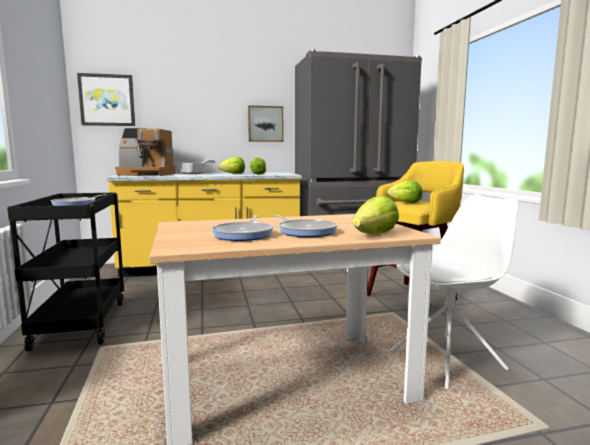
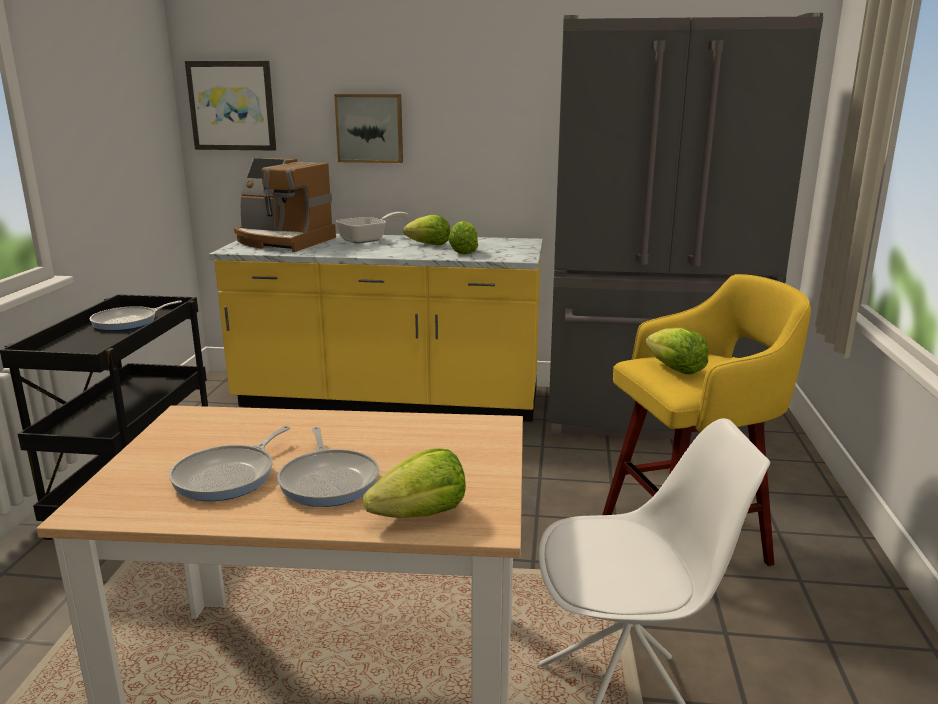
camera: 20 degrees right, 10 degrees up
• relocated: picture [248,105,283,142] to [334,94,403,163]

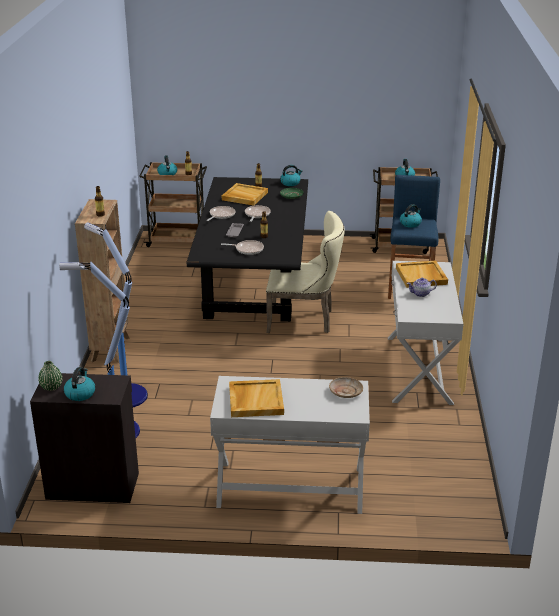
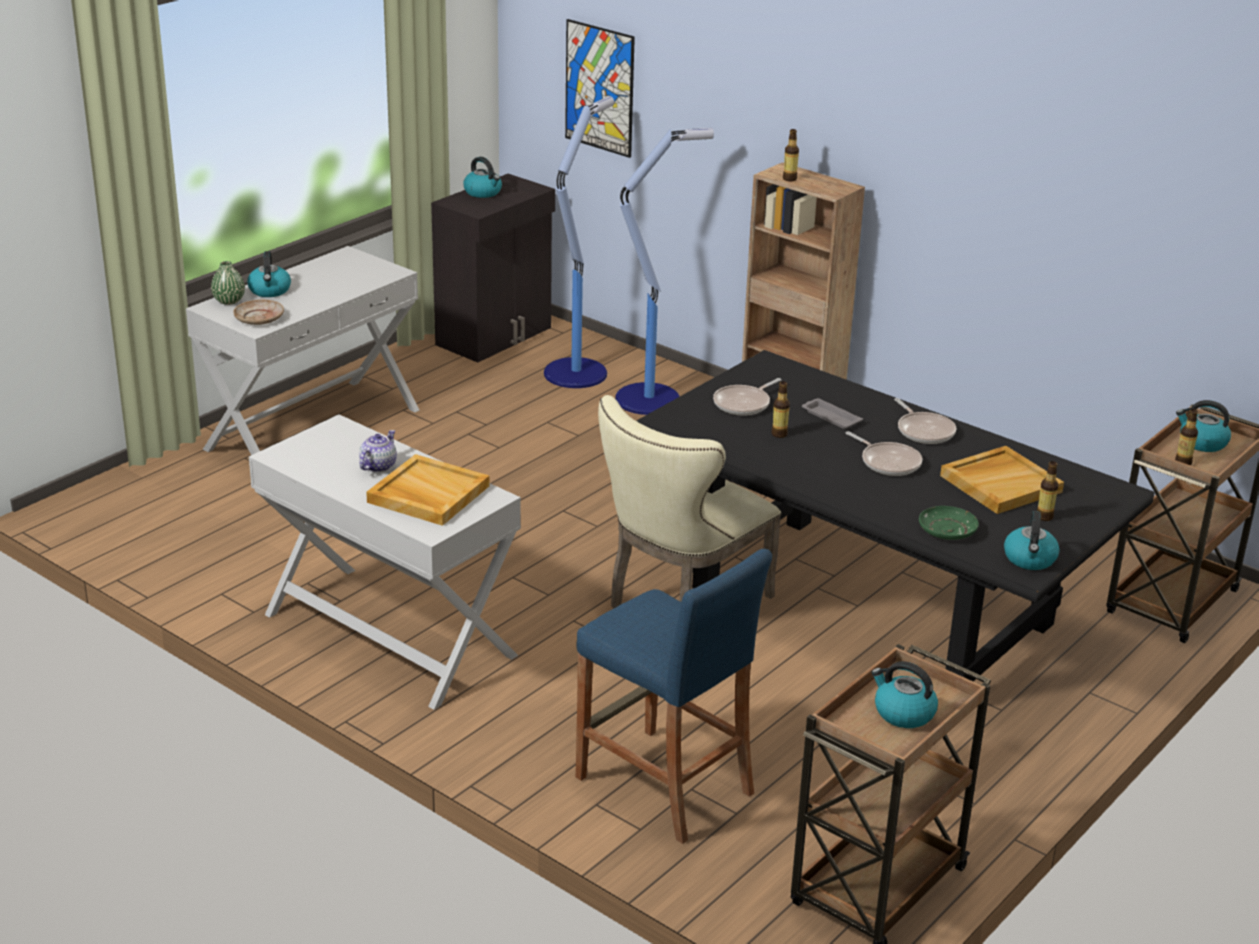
camera: 125 degrees right, 0 degrees up
• relocated: green vase [38,361,62,391] to [211,261,245,305]
• relocated: kettle [400,204,422,228] to [247,251,291,297]
• appeared: picture [565,19,635,158]
• missing: beige tray [229,379,284,417]

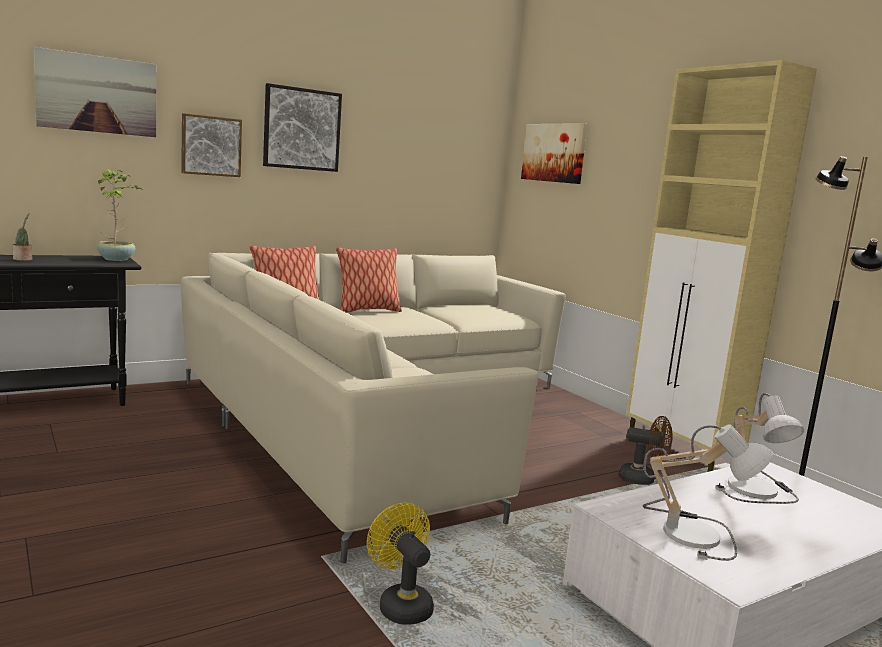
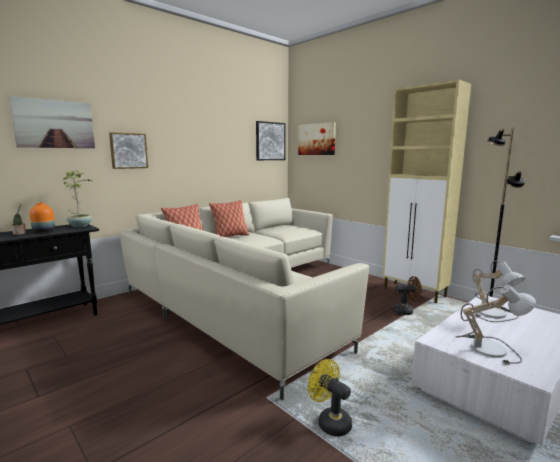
camera: 10 degrees left, 0 degrees up
• appeared: orange vase [30,203,55,232]
• relocated: picture [263,83,342,172] to [256,121,286,160]

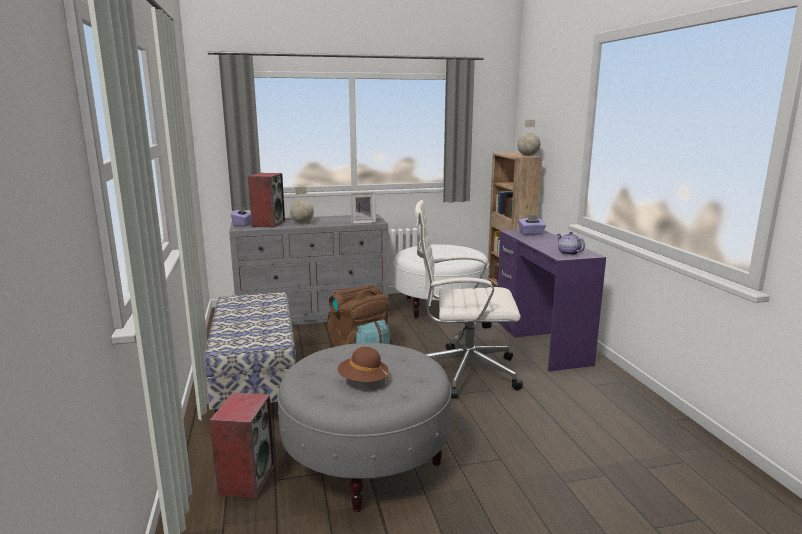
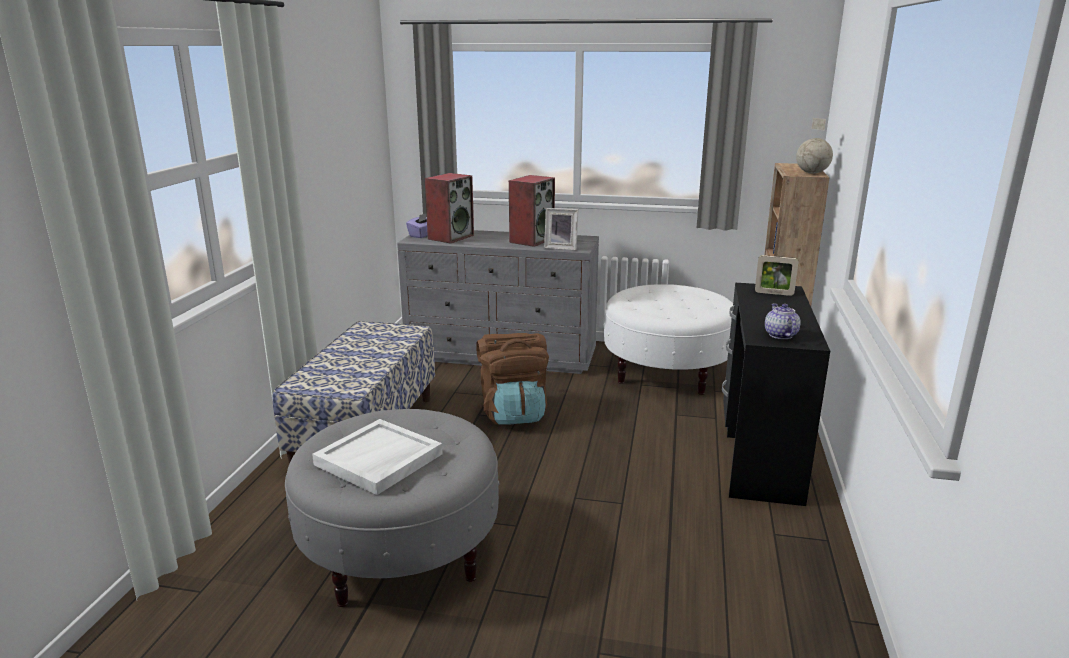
camera: 25 degrees right, 5 degrees up
• exchanged: brown hat [338,347,388,385] to white tray [312,419,443,495]
• relocated: speaker [210,392,275,499] to [509,175,555,247]
• colour: purple desk [497,230,606,371] to black desk [722,283,830,506]
• exchanged: purple tissue box [518,215,546,235] to picture frame [755,255,798,296]
• missing: globe [290,186,314,223]
• missing: white office chair [415,200,523,399]

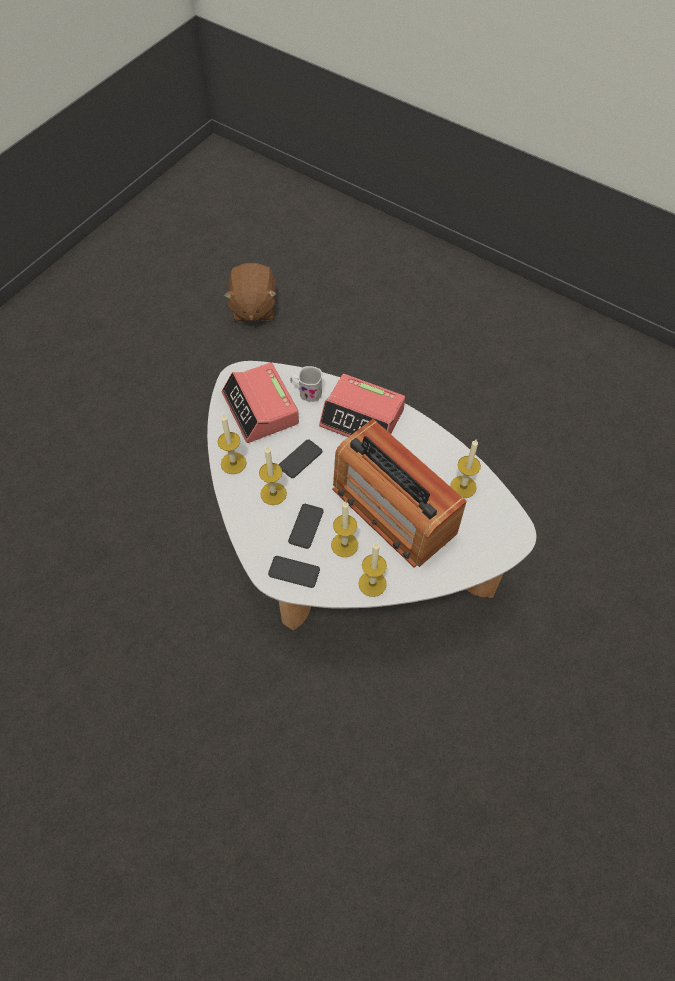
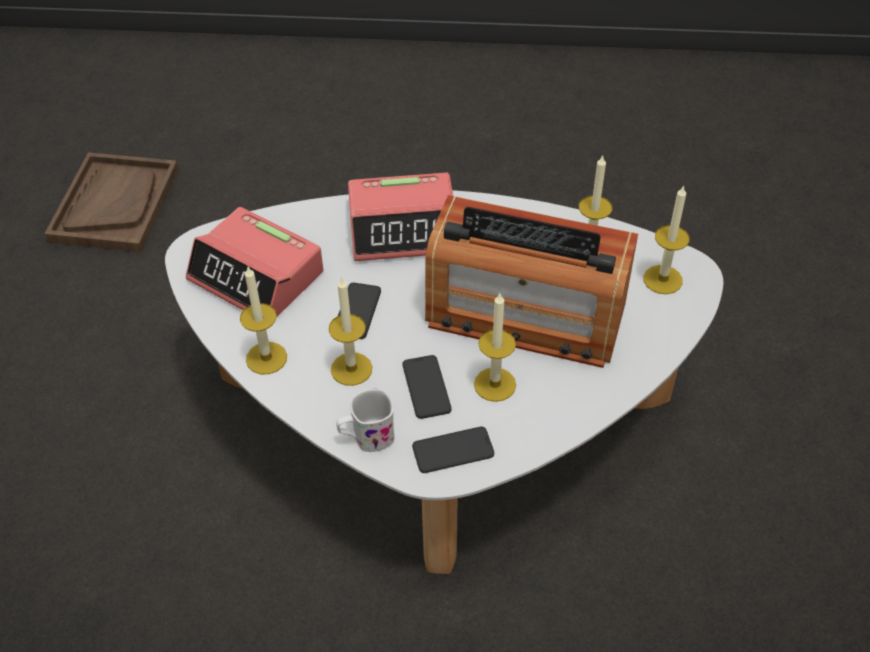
camera: 30 degrees left, 10 degrees down
• exchanged: brown plush toy [224,263,276,322] to brown tray [45,152,179,252]
• relocated: white mug [290,366,322,402] to [336,388,394,452]
• relocated: candle [359,543,387,597] to [644,185,690,294]

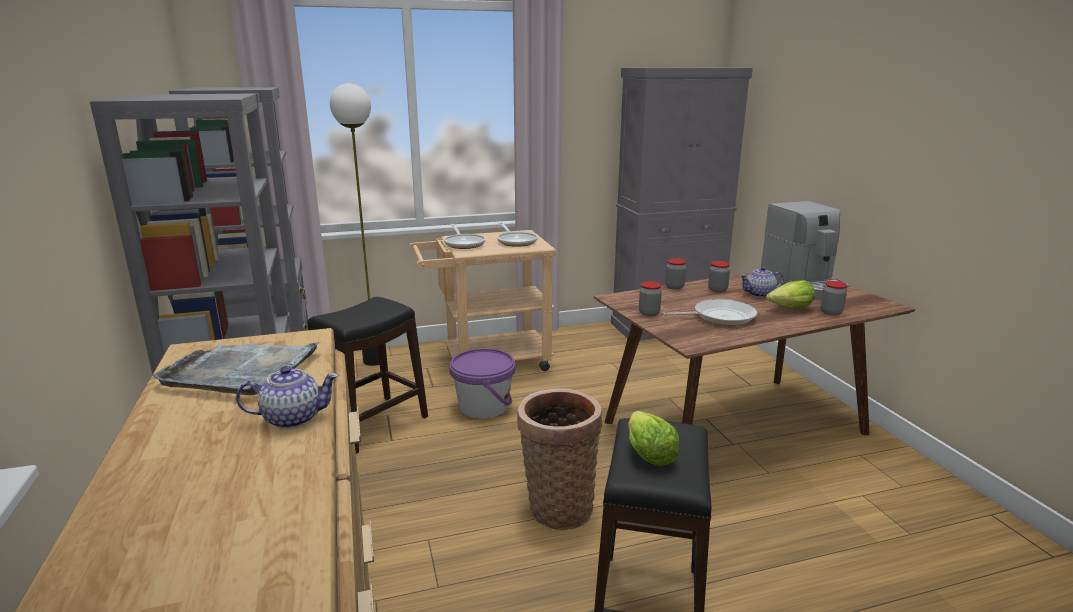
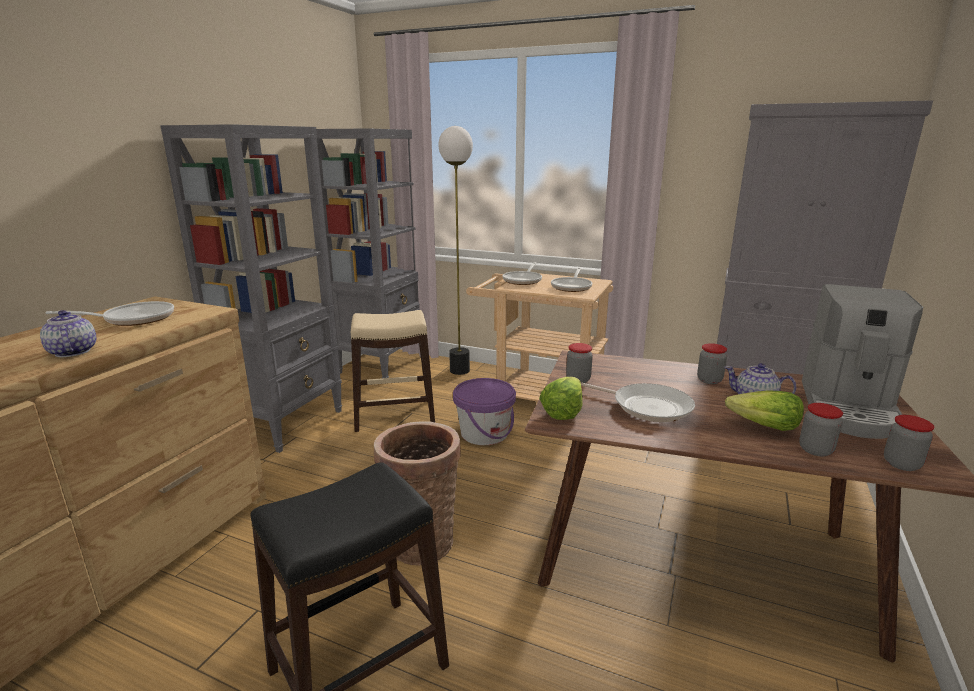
camera: 40 degrees right, 0 degrees up
• spun: teapot [236,366,339,429] = [40,310,97,357] 150 degrees counterclockwise
• exchanged: grey tray [152,342,321,395] to frying pan [46,301,174,326]
• colour: black stool [307,297,428,454] to beige stool [351,310,435,432]
• relocated: lettuce [628,411,679,466] to [539,377,583,420]
• relocated: jar [665,258,686,290] to [884,415,934,471]

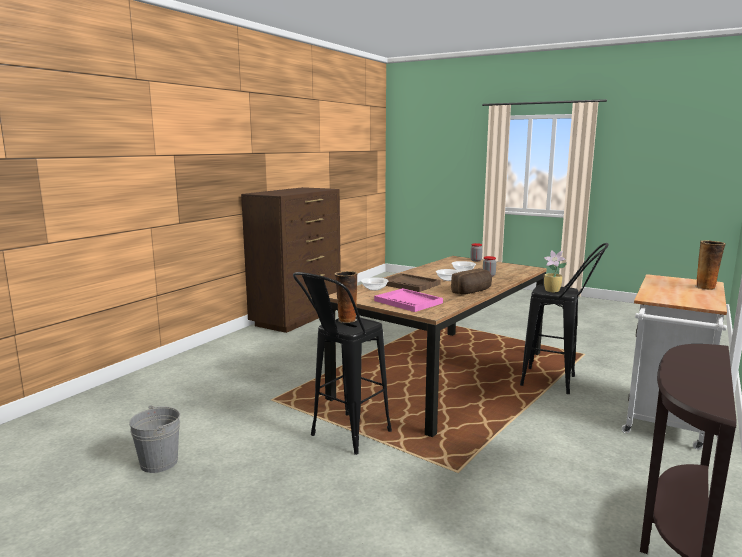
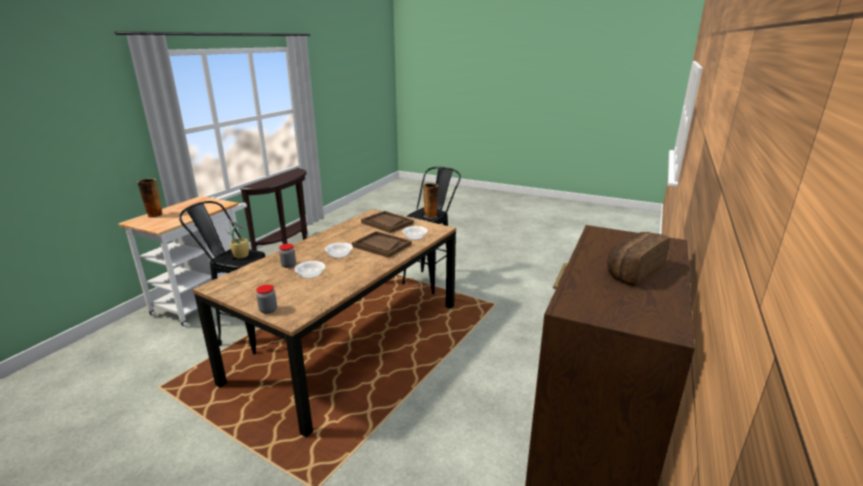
camera: 175 degrees right, 10 degrees up
• colour: pink tray [374,288,443,312] to brown tray [361,211,414,233]
• relocated: bread [451,268,492,295] to [607,232,670,286]
• missing: grey bucket [129,405,180,473]

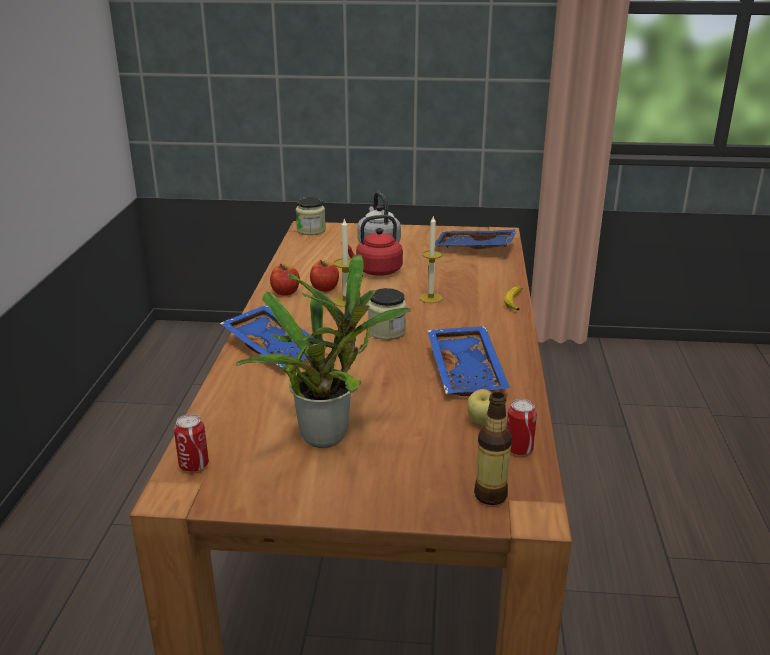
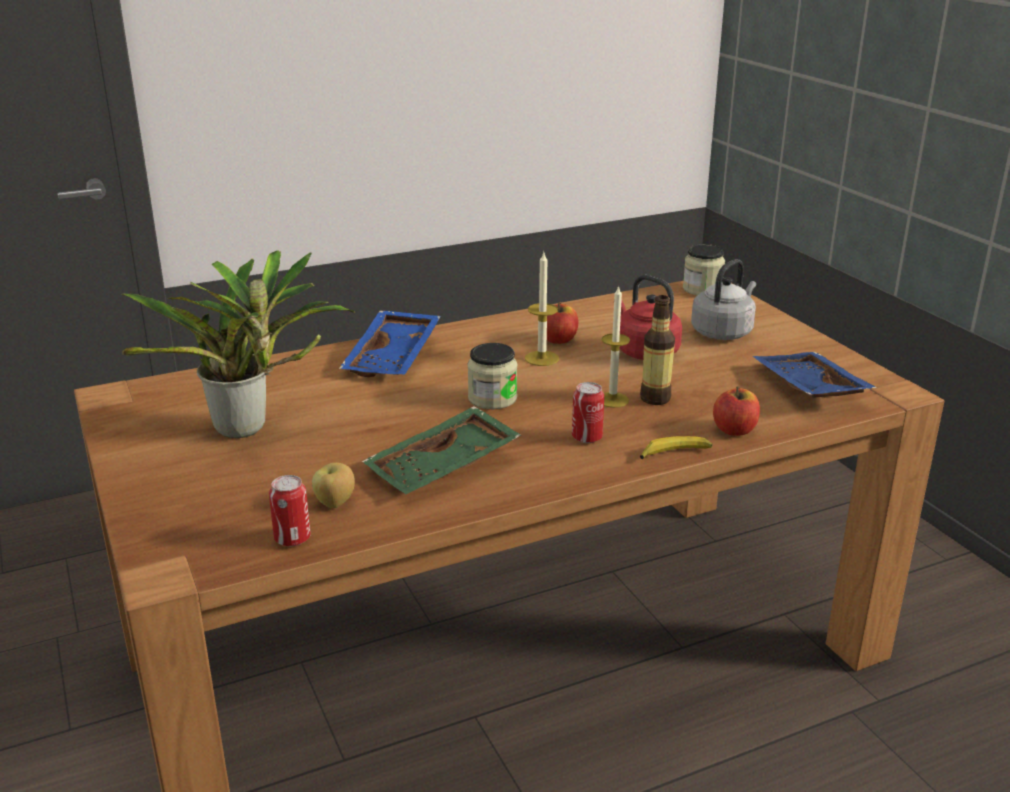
camera: 60 degrees right, 0 degrees up
• colour: blue tray [427,326,510,396] to green tray [362,406,521,494]
• relocated: can [174,414,209,472] to [572,382,604,443]
• relocated: bottle [474,392,512,505] to [640,295,675,405]
• relocated: apple [270,264,300,296] to [713,386,760,436]

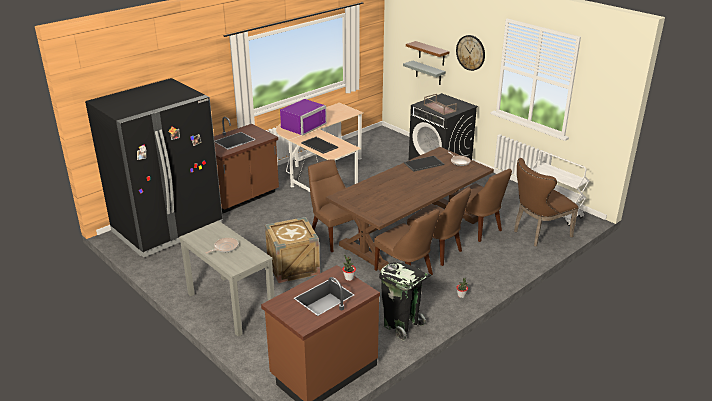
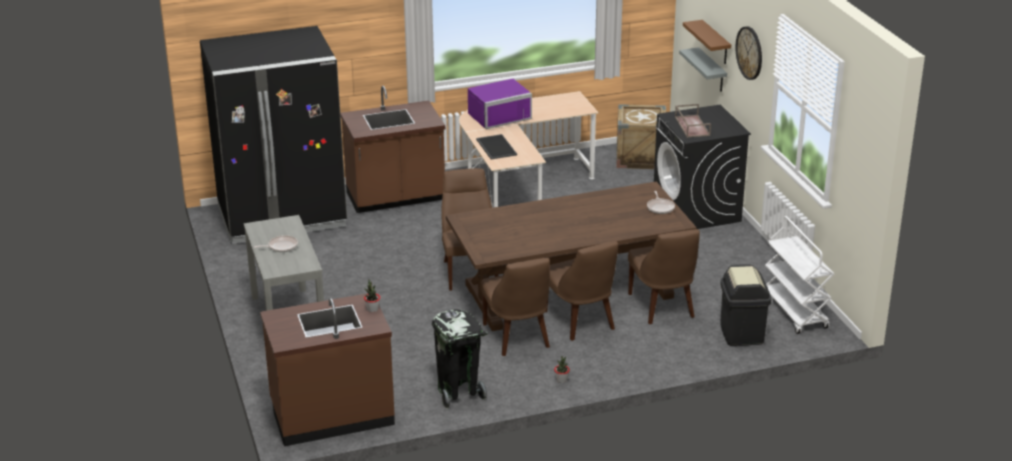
camera: 25 degrees right, 0 degrees up
• relocated: crate [265,217,320,283] to [616,104,666,169]
• exchanged: brown chair [514,158,579,247] to black trash can [720,265,771,346]
• missing: tray [404,156,444,172]

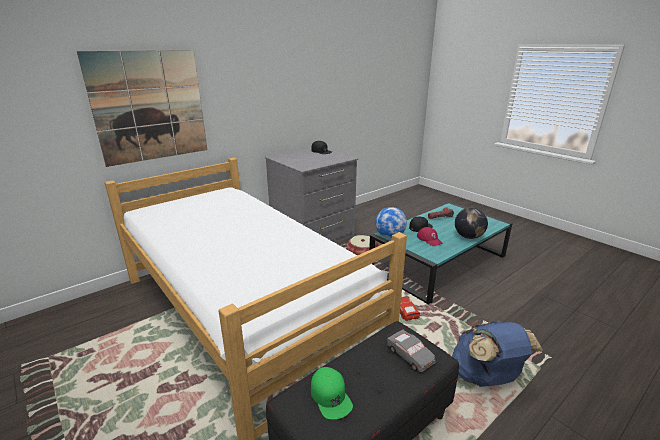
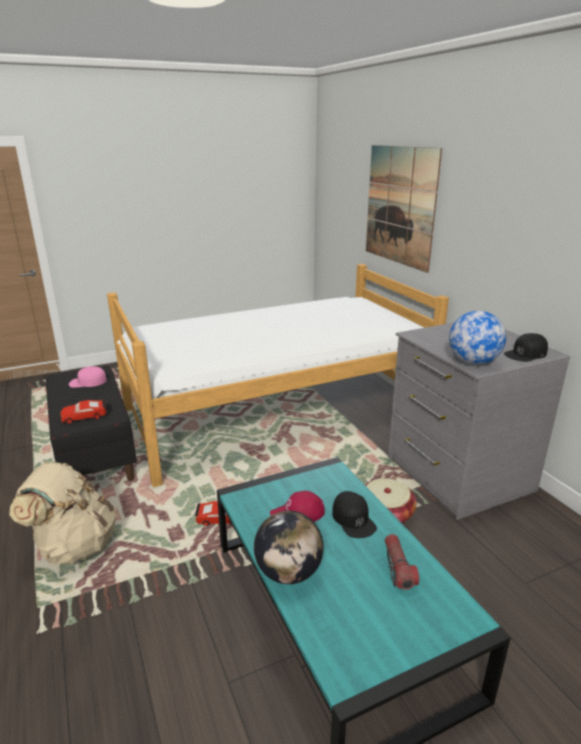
camera: 105 degrees right, 0 degrees up
• colour: blue backpack [452,321,543,387] to beige backpack [9,462,116,564]
• colour: grey toy car [387,328,436,372] to red toy car [60,399,107,424]
• colour: green cap [311,367,353,420] to pink cap [69,366,107,388]
• relocated: globe [375,207,407,238] to [449,311,506,365]

